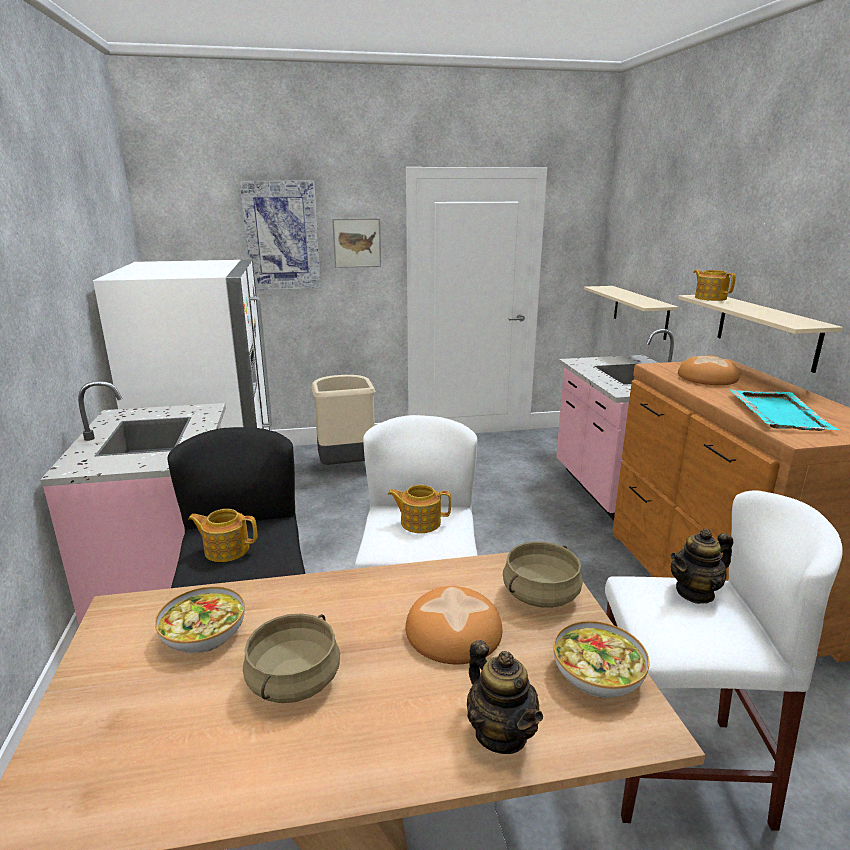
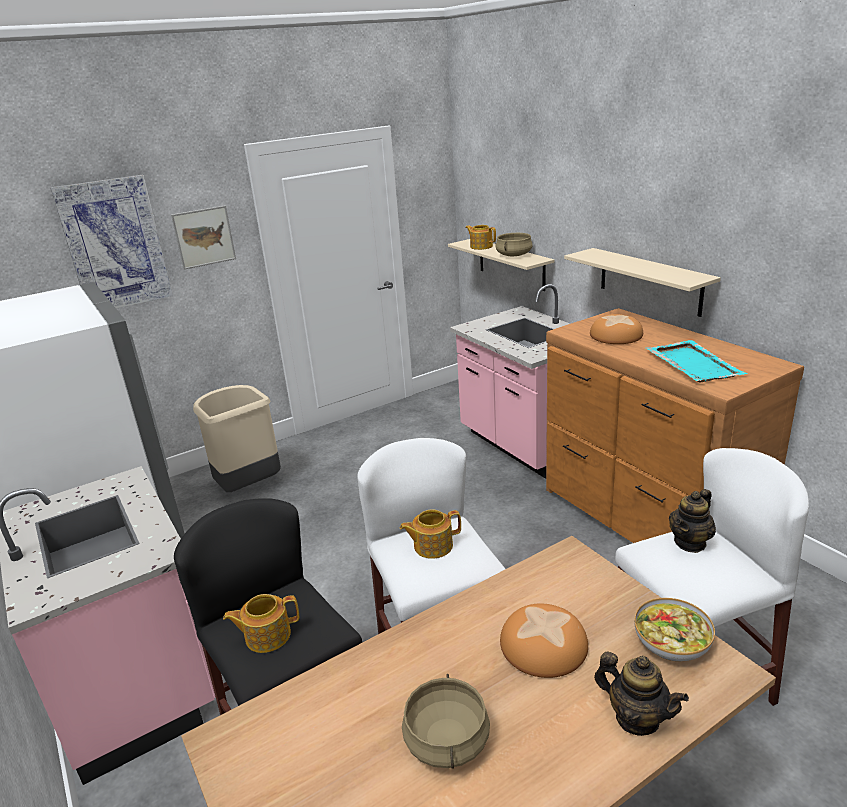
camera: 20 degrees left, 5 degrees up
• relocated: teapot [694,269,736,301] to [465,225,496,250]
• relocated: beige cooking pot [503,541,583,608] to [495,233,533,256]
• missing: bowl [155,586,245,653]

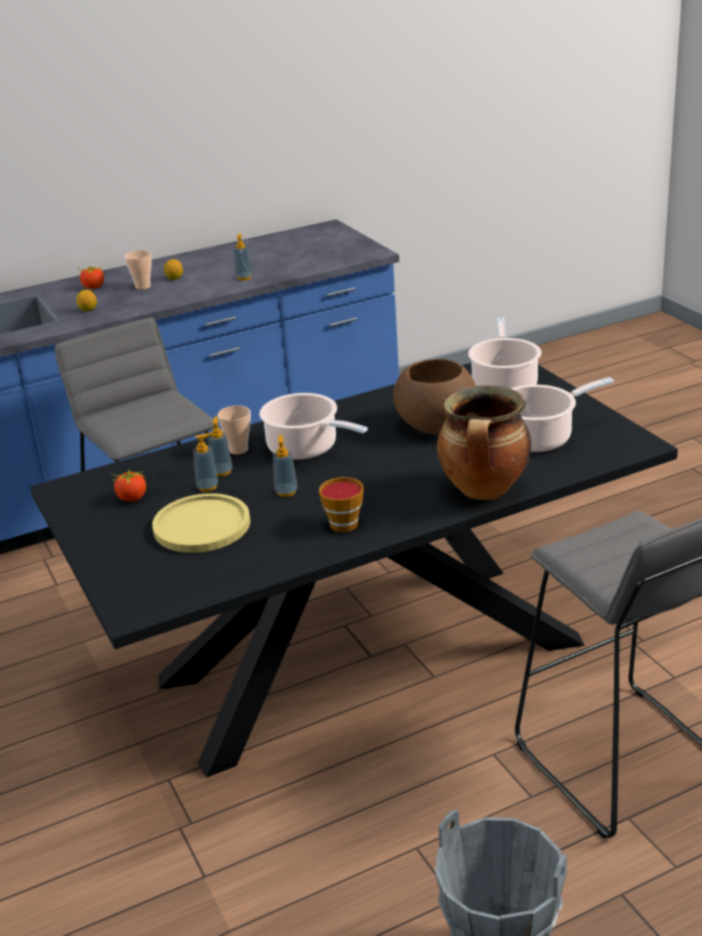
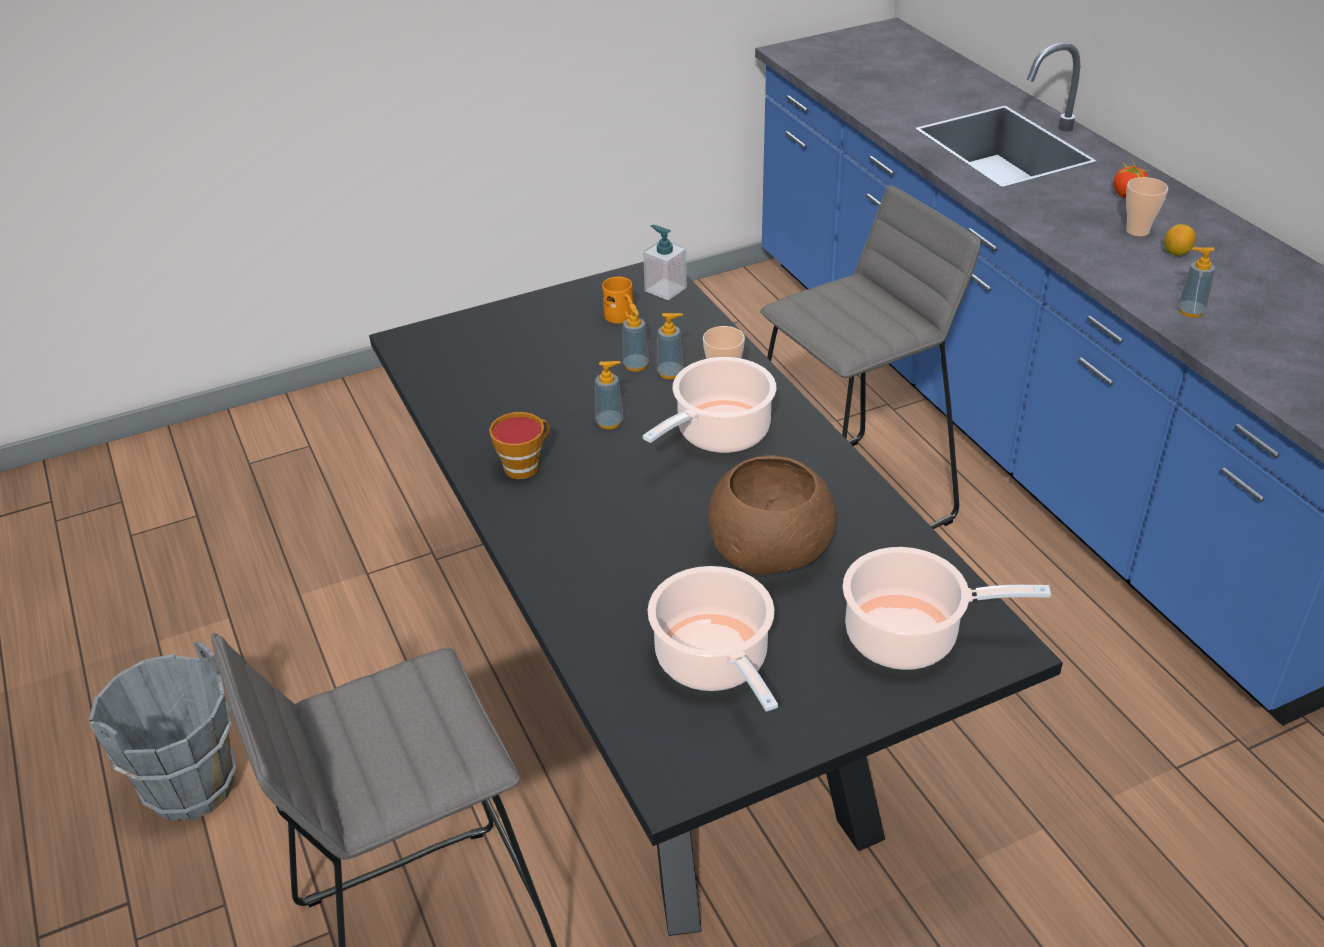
camera: 90 degrees right, 10 degrees up
• exchanged: tomato [110,470,146,502] to orange mug [602,277,633,323]
• appeared: soap dispenser [643,225,687,300]
• missing: lemon [76,290,97,311]
• missing: yellow plate [152,493,250,553]
• missing: cooking pot [437,385,531,500]

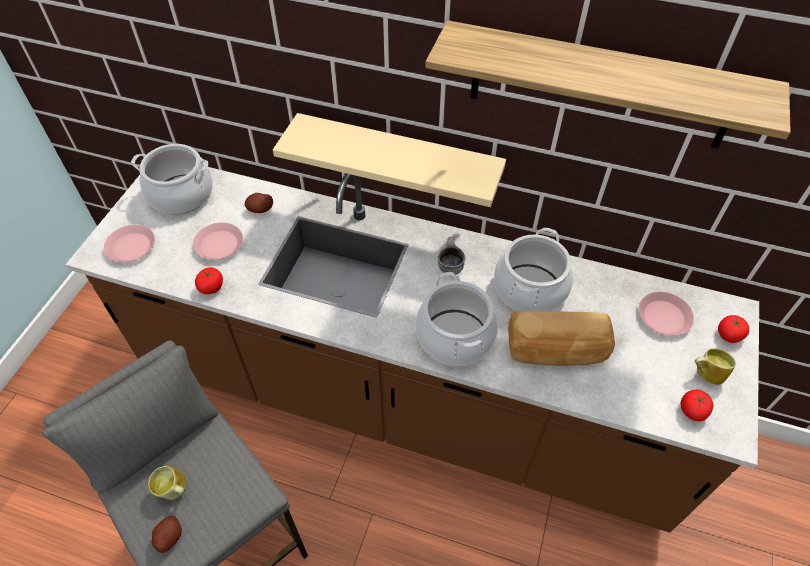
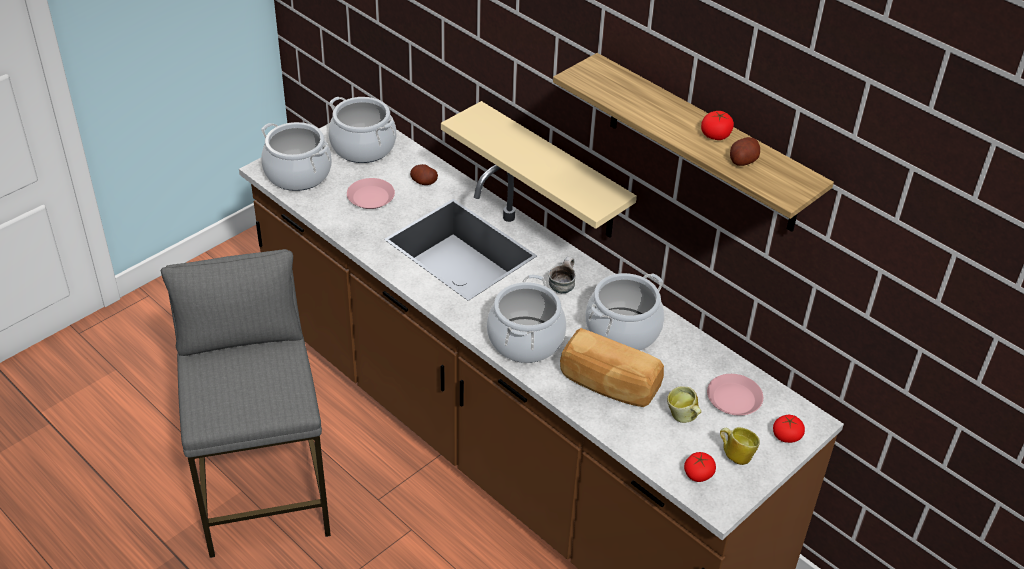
camera: 25 degrees right, 10 degrees down
• exchanged: pink plate [104,225,155,262] to cooking pot [261,122,332,191]
• relocated: mug [148,466,186,500] to [667,386,701,423]
• relocated: tomato [195,267,223,294] to [701,111,734,140]
• relocated: potato [152,516,182,553] to [730,137,760,166]

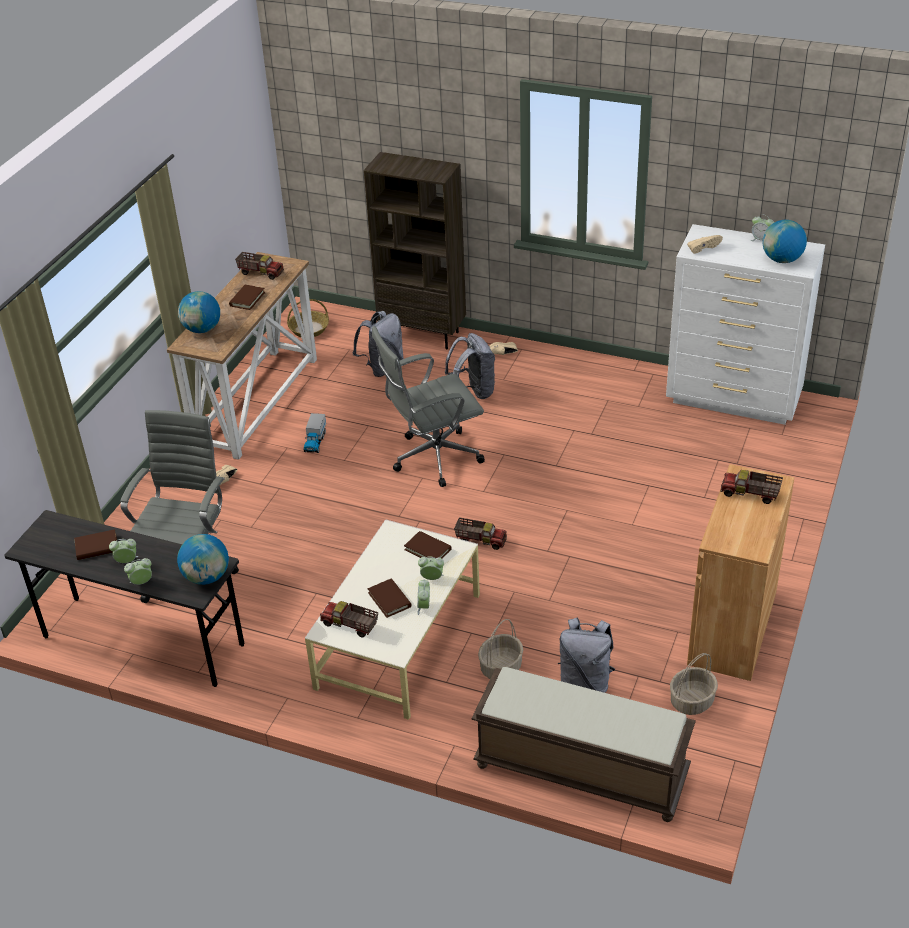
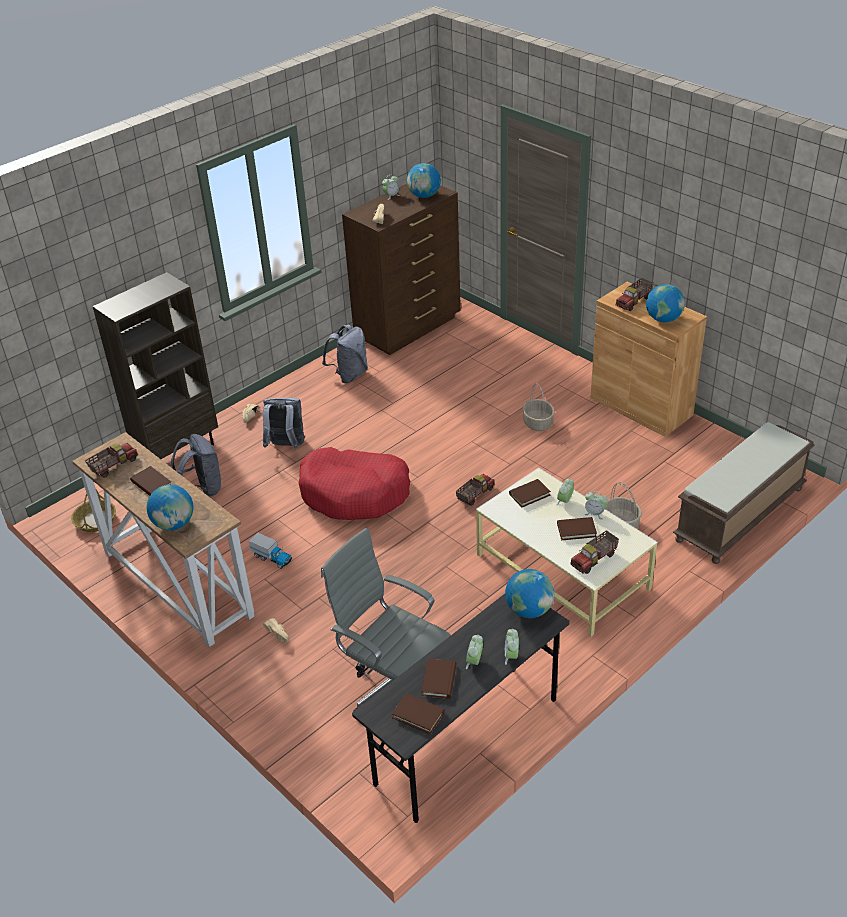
camera: 65 degrees left, 0 degrees up
• exchanged: grey office chair [372,326,485,487] to red dog bed [299,447,410,520]
• relocated: grey backpack [558,618,615,693] to [322,325,368,383]
• colour: white dresser [666,224,825,425] to brown dresser [342,184,461,355]
• appeared: brown book [392,693,445,734]
• relocated: basket [670,653,718,715] to [523,383,555,431]
• appeared: globe [646,284,685,322]

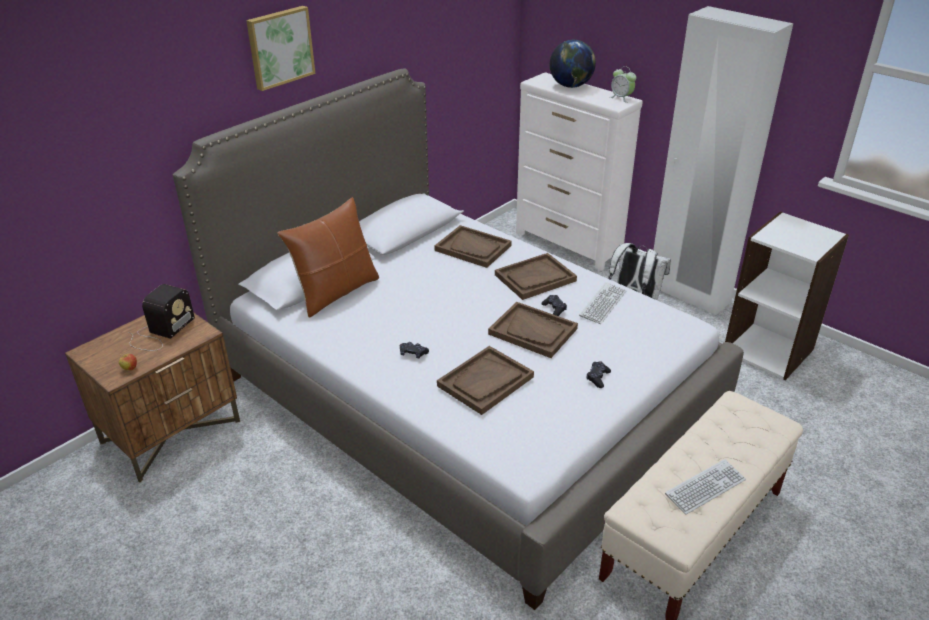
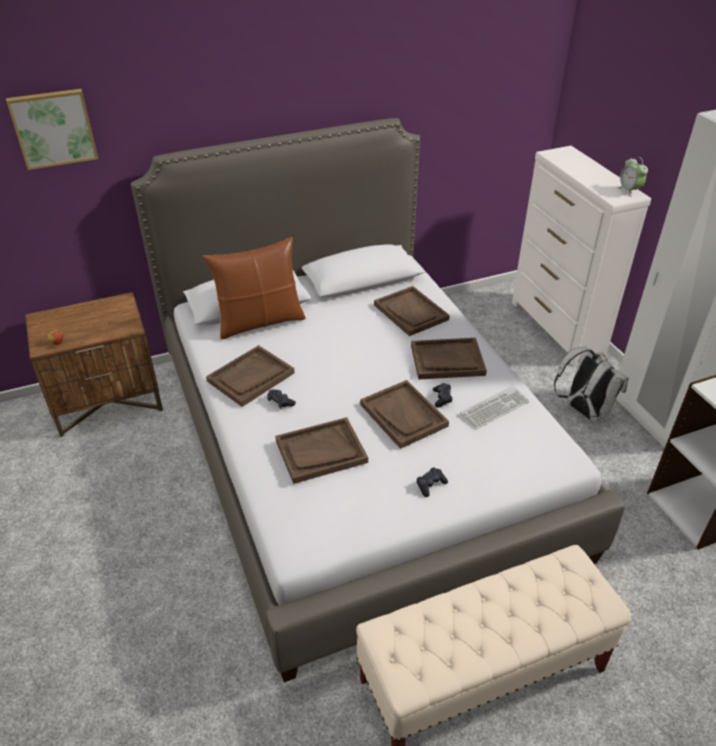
camera: 25 degrees right, 5 degrees up
• relocated: picture [246,6,316,91] to [6,89,98,170]
• appeared: brown tray [206,345,295,407]
• missing: radio [129,284,195,351]
• missing: globe [550,40,596,88]
• missing: keyboard [665,459,746,515]

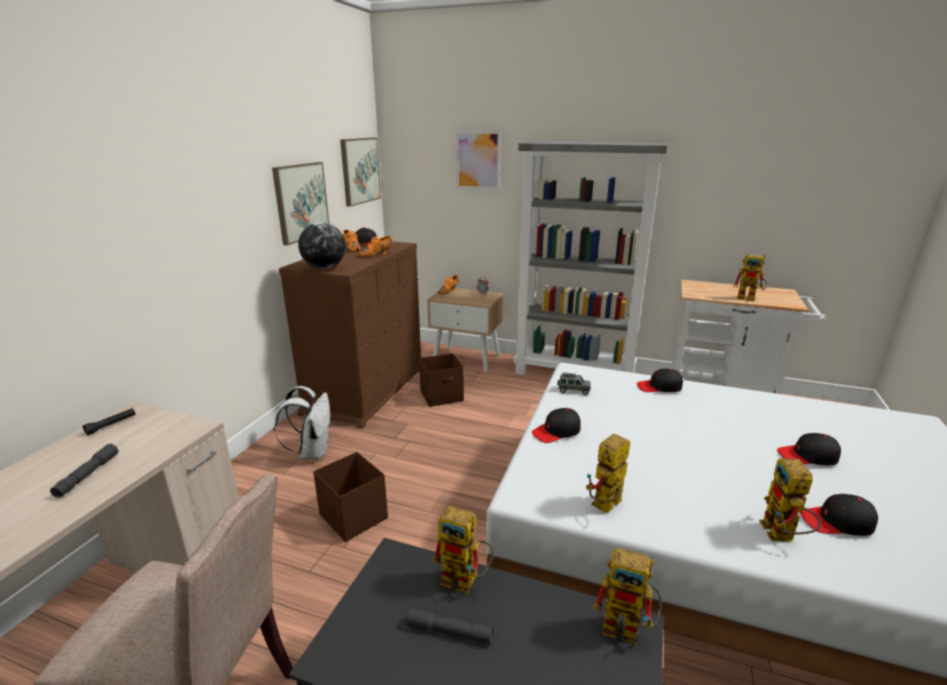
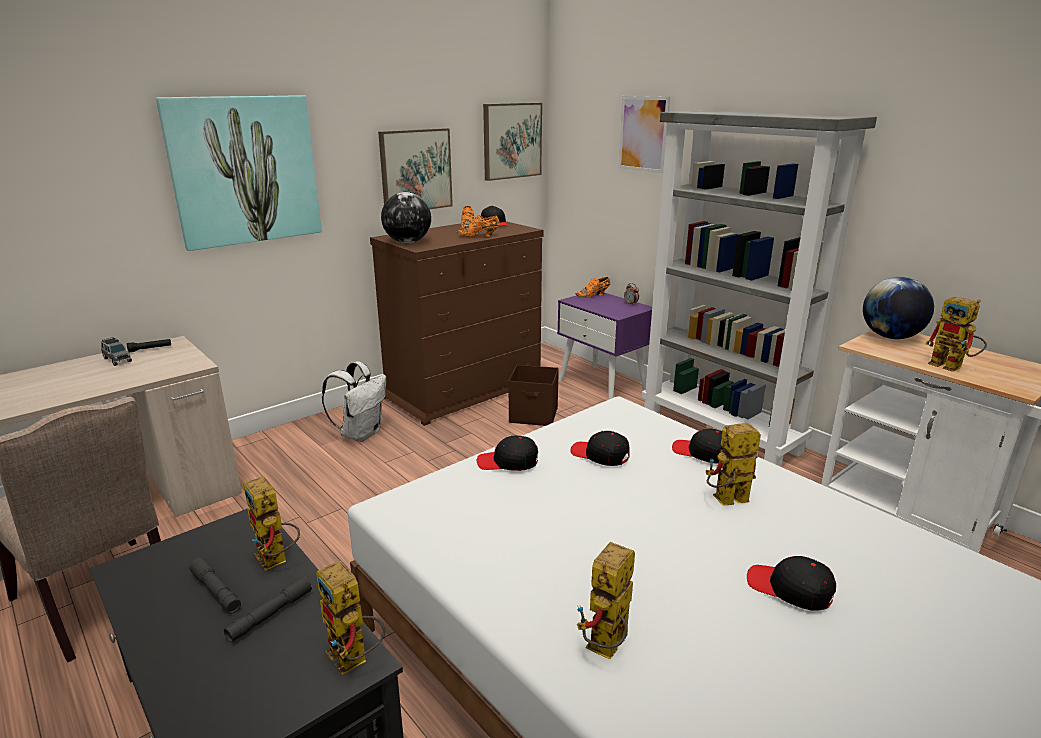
camera: 30 degrees right, 0 degrees up
• relocated: grey toy car [557,372,591,395] to [101,337,132,366]
• appeared: picture [156,95,322,251]
• relocated: grey flashlight [50,443,119,498] to [224,576,312,642]
• colour: beige nightstand [427,288,504,373] to purple nightstand [557,291,652,400]
• relocated: black cap [800,494,878,536] to [570,431,630,466]
• relocated: toy robot [586,434,630,513] to [706,423,761,506]
• appeared: globe [863,277,934,339]
• missing: brown storage box [313,452,388,542]

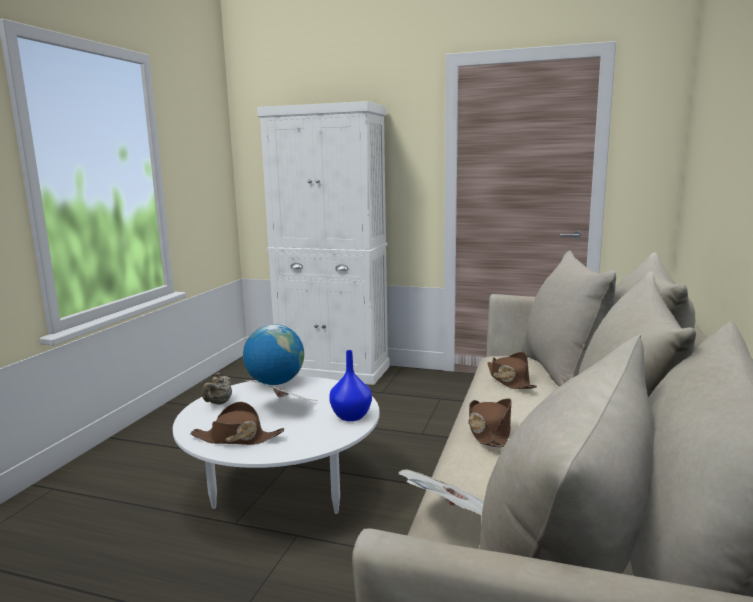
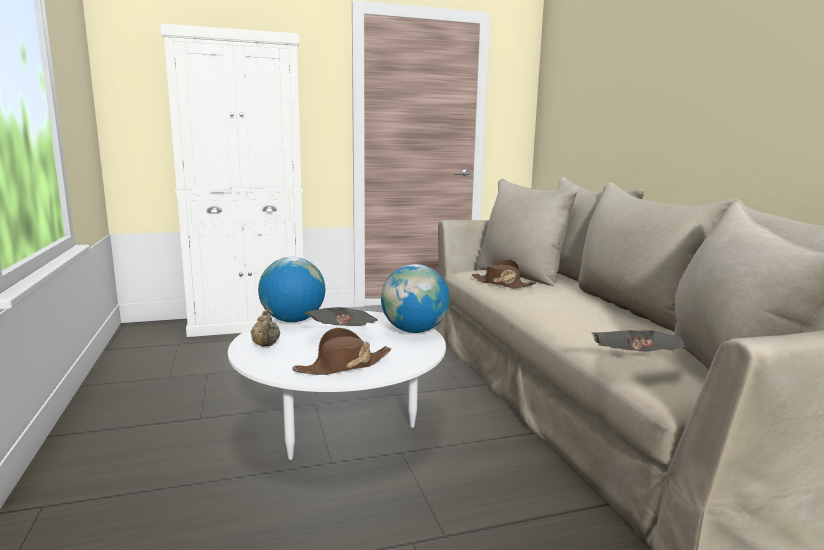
camera: 35 degrees left, 0 degrees up
• exchanged: blue vase [329,350,372,421] to globe [381,264,450,333]
• missing: brown hat [468,399,512,447]

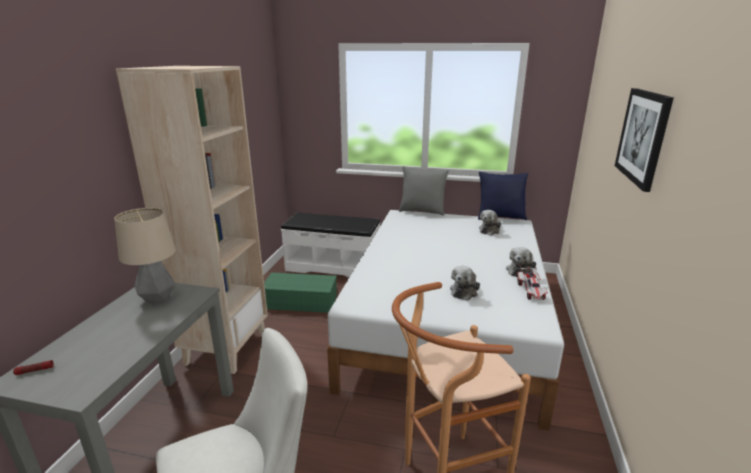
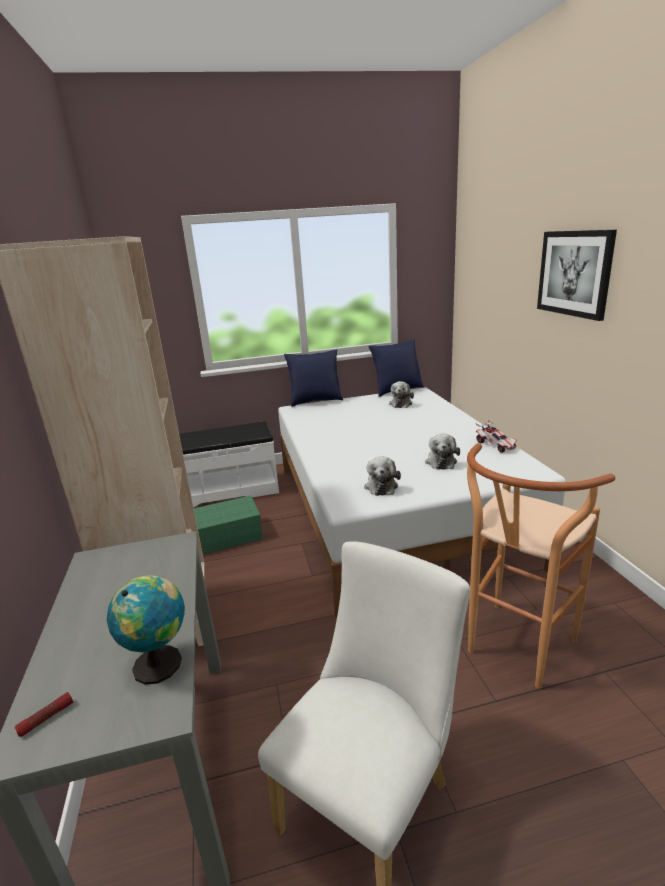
camera: 25 degrees left, 0 degrees up
• appeared: globe [107,575,185,685]
• colour: grey pillow [399,166,449,216] to blue pillow [284,350,343,407]
• relocated: plush toy [506,247,536,277] to [364,456,401,496]
• missing: table lamp [114,208,176,304]

